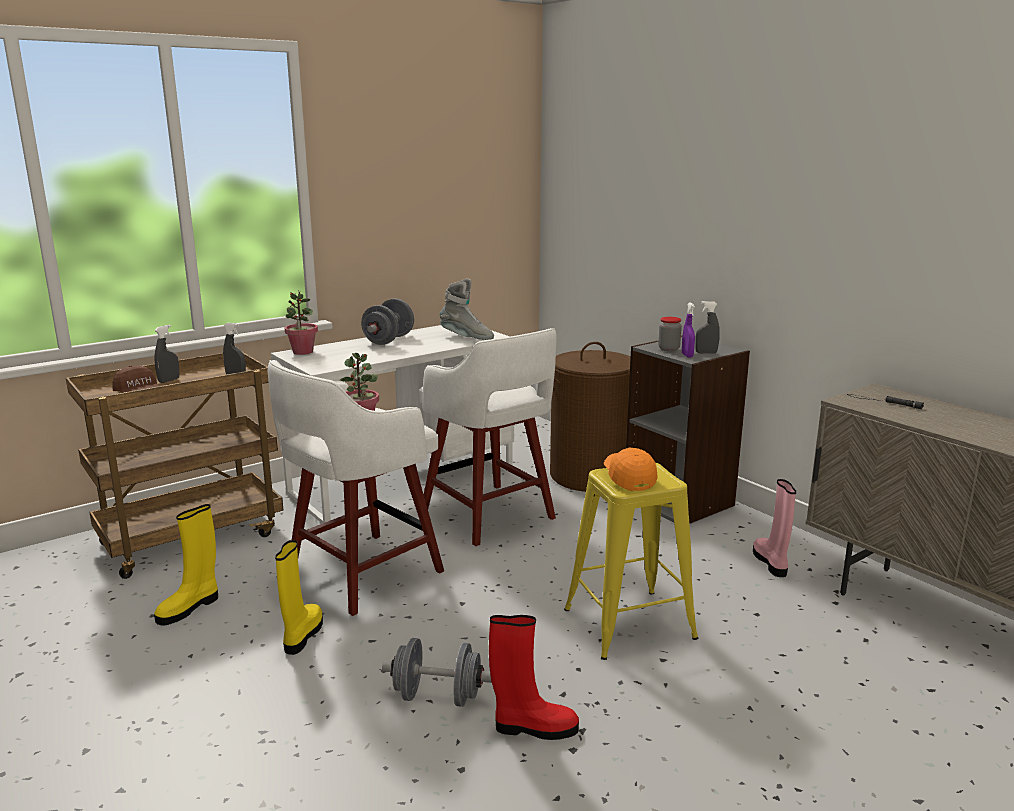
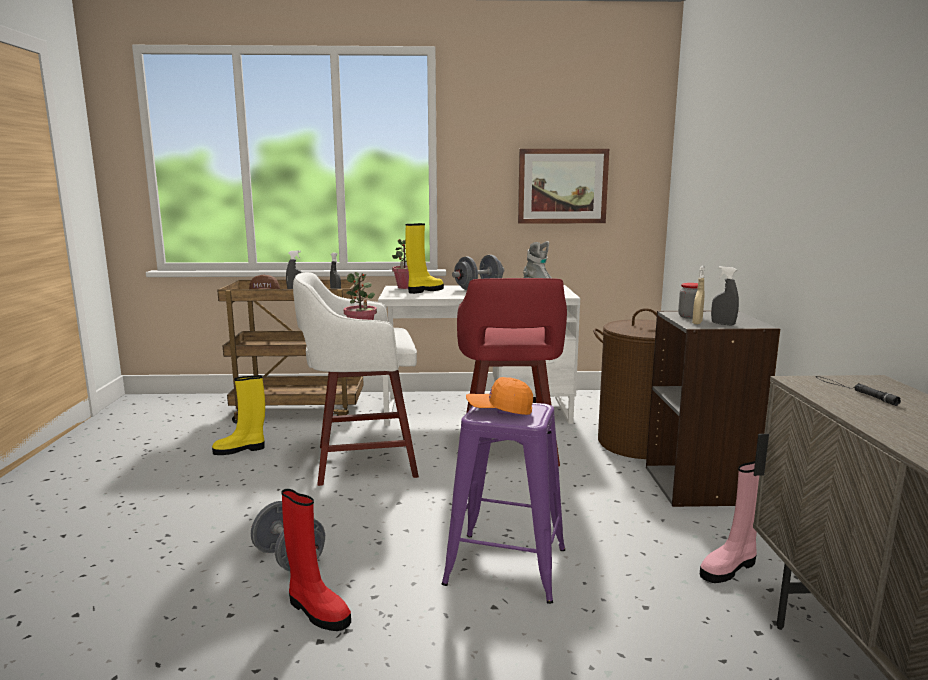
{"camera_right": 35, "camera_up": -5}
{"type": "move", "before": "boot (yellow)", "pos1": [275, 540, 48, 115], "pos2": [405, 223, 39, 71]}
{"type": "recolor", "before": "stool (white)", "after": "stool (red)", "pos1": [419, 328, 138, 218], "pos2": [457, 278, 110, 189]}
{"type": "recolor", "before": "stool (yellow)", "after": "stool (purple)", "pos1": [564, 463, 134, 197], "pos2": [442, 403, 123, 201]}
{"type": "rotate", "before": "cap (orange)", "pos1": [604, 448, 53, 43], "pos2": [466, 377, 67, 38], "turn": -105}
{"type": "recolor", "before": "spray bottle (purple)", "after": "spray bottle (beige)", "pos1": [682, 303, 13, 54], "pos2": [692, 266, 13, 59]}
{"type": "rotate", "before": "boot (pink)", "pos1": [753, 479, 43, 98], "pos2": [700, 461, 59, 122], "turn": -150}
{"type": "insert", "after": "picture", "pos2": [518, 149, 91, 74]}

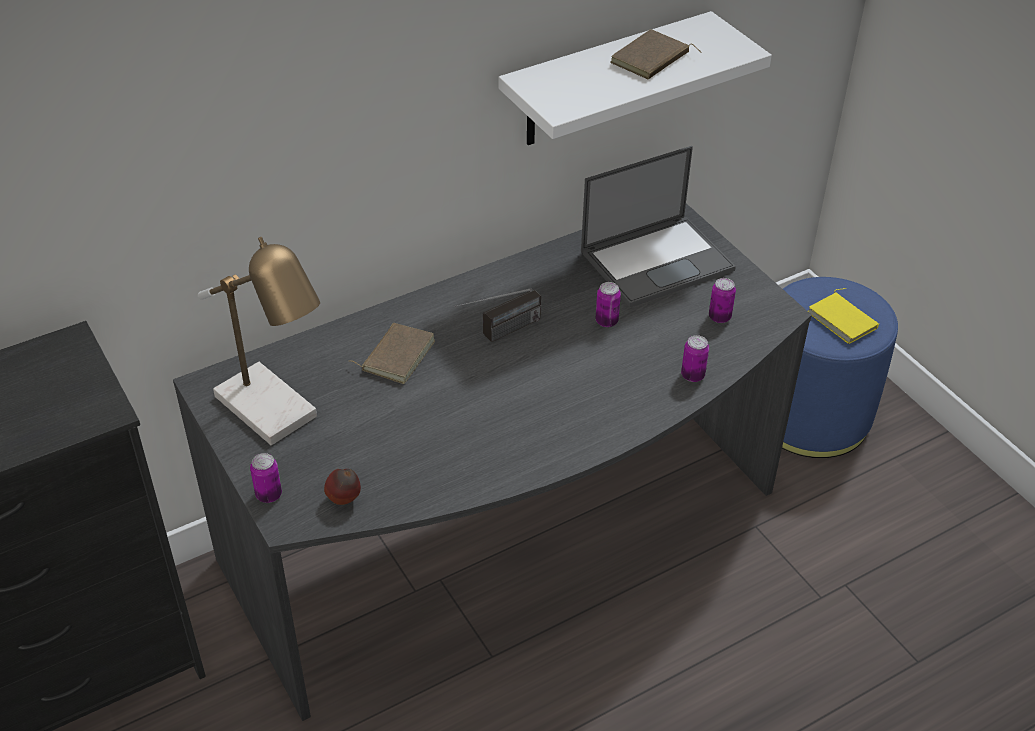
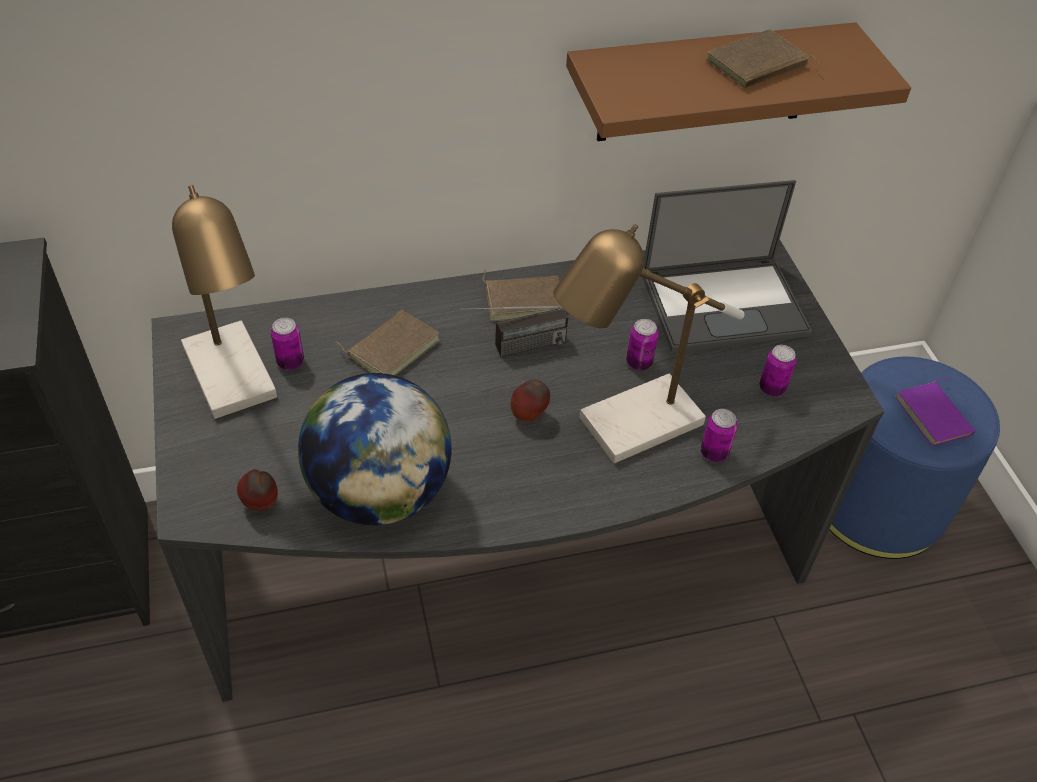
{"camera_right": 15, "camera_up": 5}
{"type": "move", "before": "can", "pos1": [250, 453, 32, 50], "pos2": [271, 318, 33, 52]}
{"type": "recolor", "before": "shelf (white)", "after": "shelf (brown)", "pos1": [498, 11, 274, 134], "pos2": [566, 22, 345, 119]}
{"type": "recolor", "before": "book (yellow)", "after": "book (purple)", "pos1": [808, 288, 71, 56], "pos2": [895, 378, 81, 68]}
{"type": "insert", "after": "globe", "pos2": [298, 373, 154, 152]}
{"type": "insert", "after": "book (brown)", "pos2": [483, 270, 80, 51]}
{"type": "insert", "after": "apple", "pos2": [511, 379, 39, 43]}
{"type": "insert", "after": "table lamp", "pos2": [553, 224, 191, 239]}

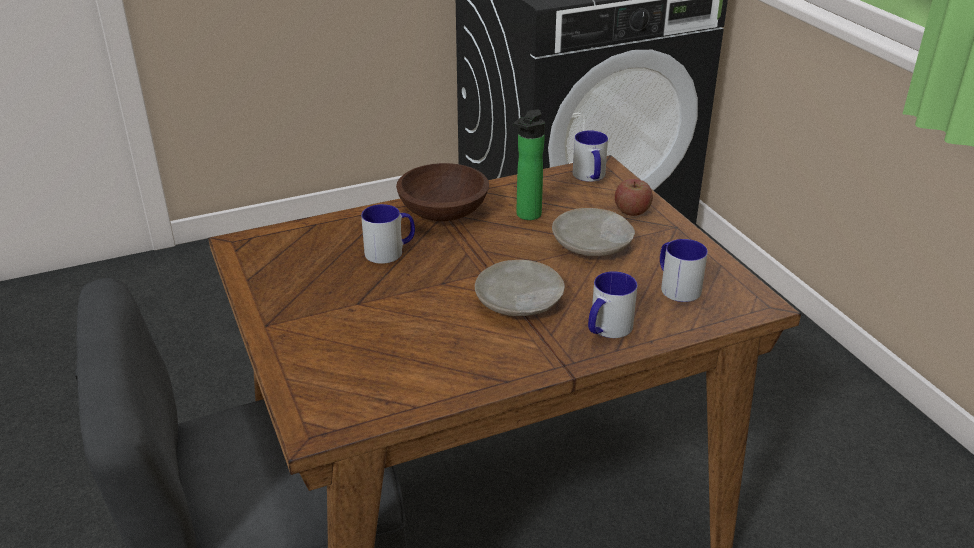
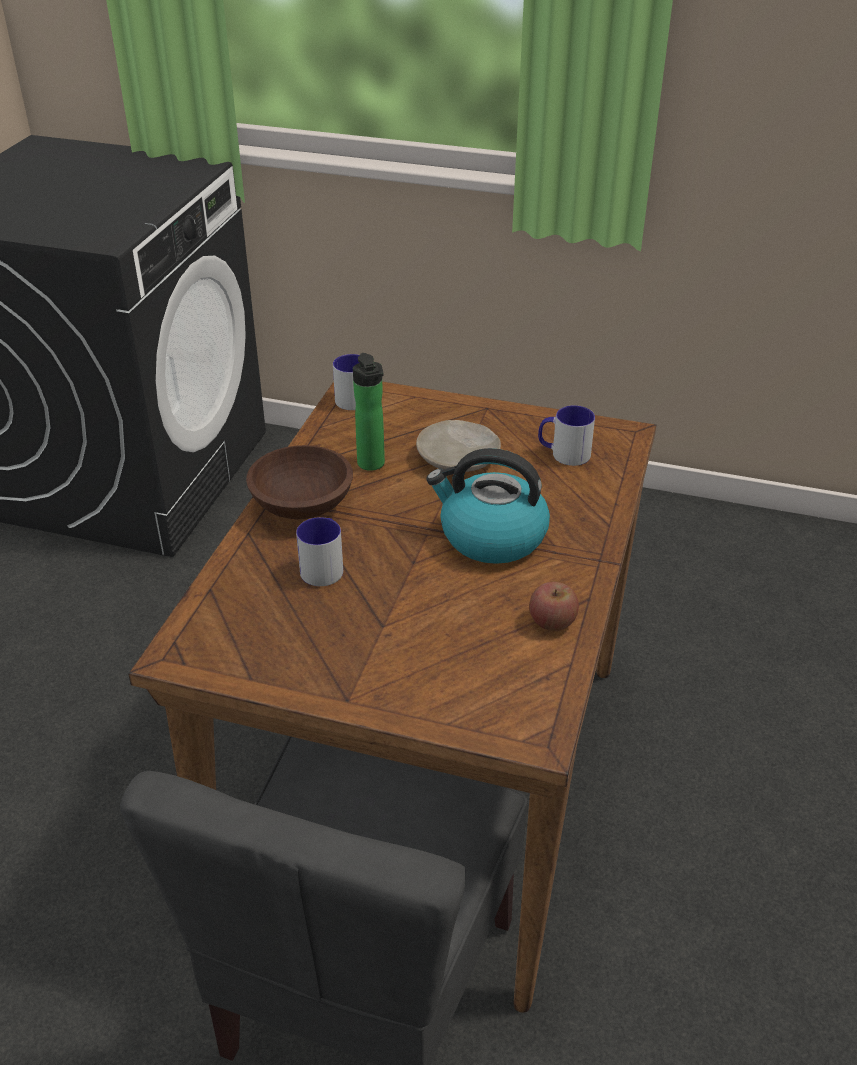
{"camera_right": -50, "camera_up": 5}
{"type": "replace", "before": "plate (beige)", "after": "kettle", "pos1": [475, 260, 90, 56], "pos2": [426, 448, 124, 116]}
{"type": "delete", "before": "mug", "pos1": [588, 271, 49, 67]}
{"type": "move", "before": "apple", "pos1": [615, 179, 38, 37], "pos2": [529, 582, 50, 49]}

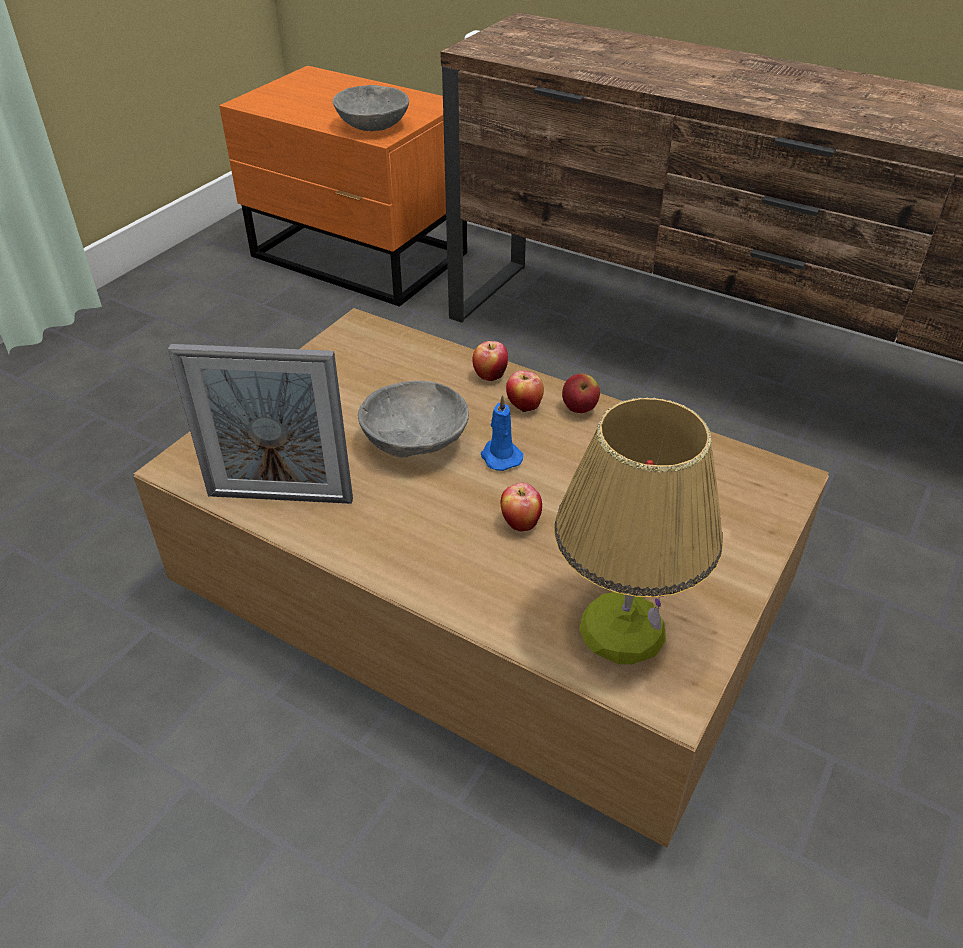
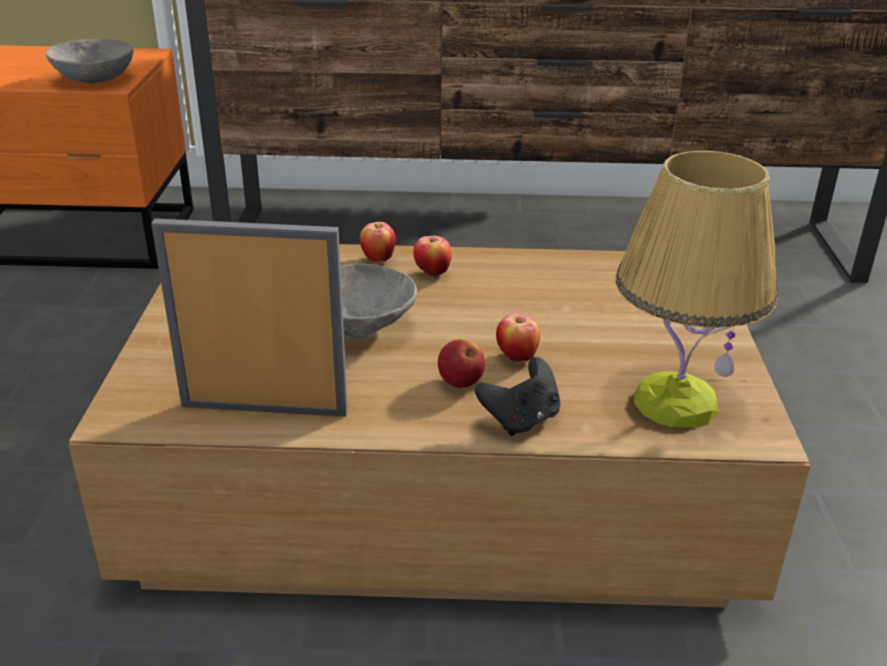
{"camera_right": -30, "camera_up": -10}
{"type": "rotate", "before": "picture frame", "pos1": [168, 344, 185, 160], "pos2": [151, 218, 197, 199], "turn": -150}
{"type": "delete", "before": "candle (blue)", "pos1": [481, 395, 42, 76]}
{"type": "move", "before": "apple", "pos1": [562, 374, 38, 39], "pos2": [438, 339, 47, 49]}
{"type": "insert", "after": "game controller (black)", "pos2": [475, 357, 86, 79]}

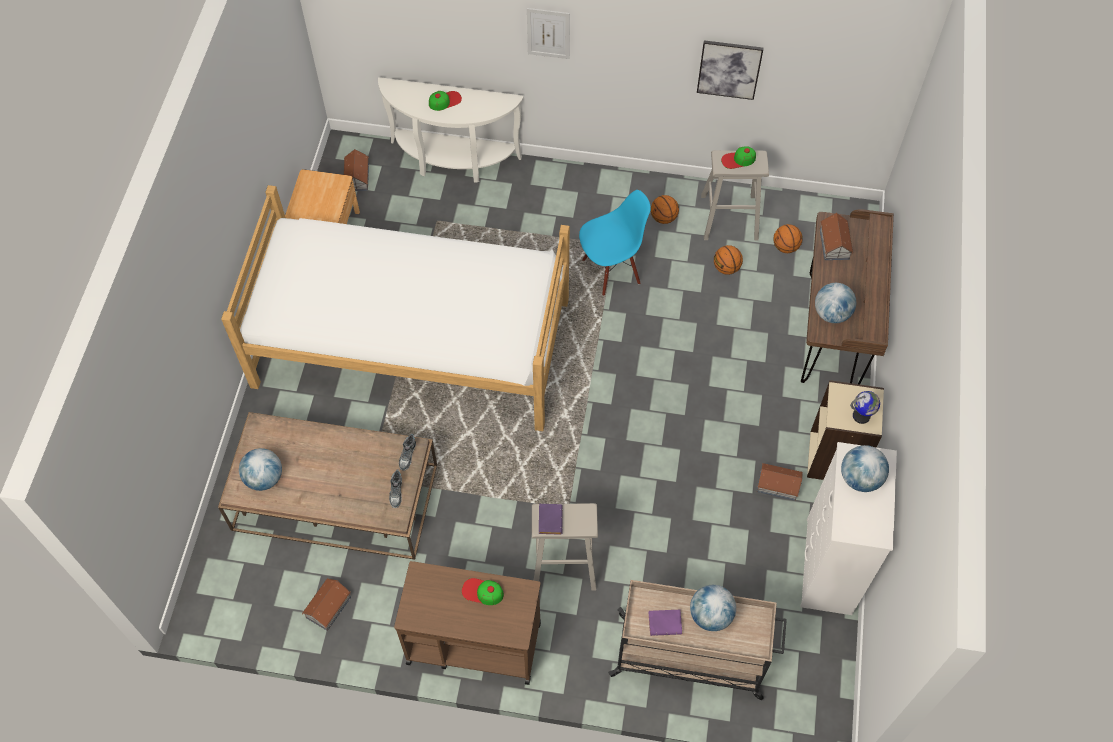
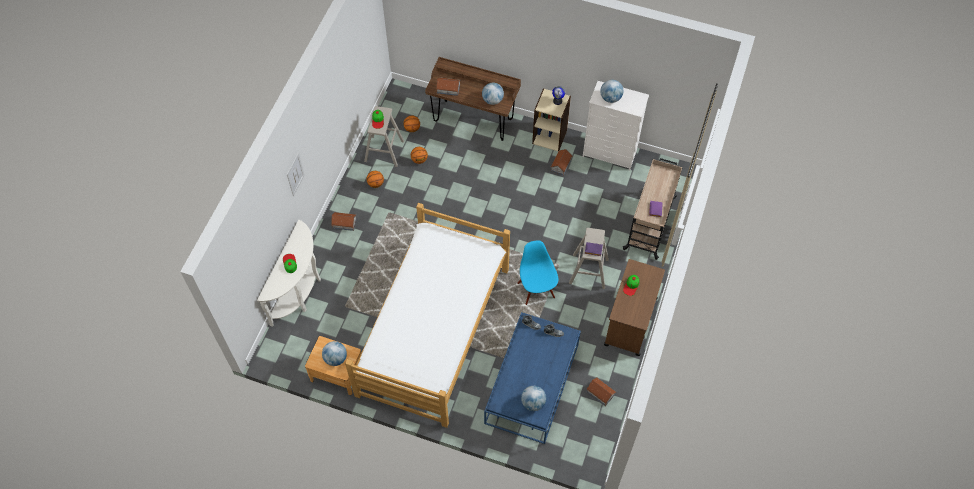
{"camera_right": -80, "camera_up": 0}
{"type": "recolor", "before": "coffee table (brown)", "after": "coffee table (blue)", "pos1": [218, 412, 219, 148], "pos2": [484, 312, 97, 132]}
{"type": "move", "before": "toy house", "pos1": [344, 149, 25, 42], "pos2": [331, 212, 26, 19]}
{"type": "move", "before": "chair (blue)", "pos1": [579, 190, 72, 105], "pos2": [518, 240, 40, 65]}
{"type": "move", "before": "globe", "pos1": [690, 585, 46, 46], "pos2": [322, 341, 25, 25]}
{"type": "delete", "before": "picture", "pos1": [697, 40, 67, 60]}

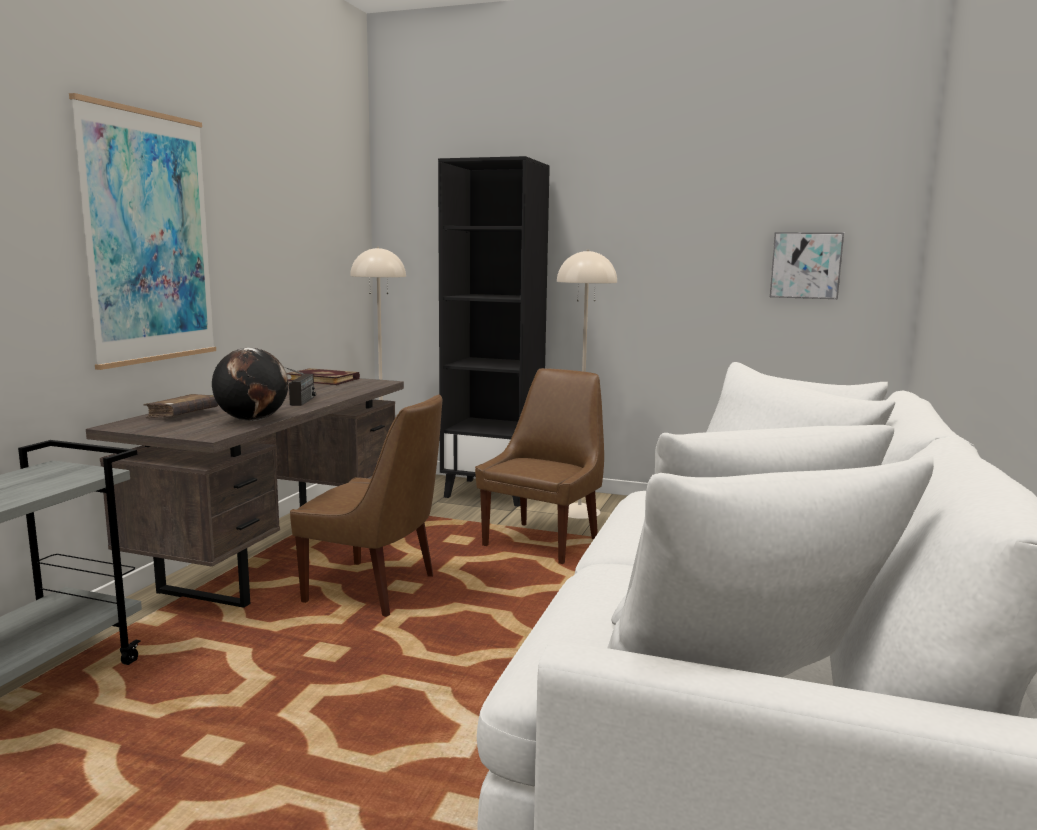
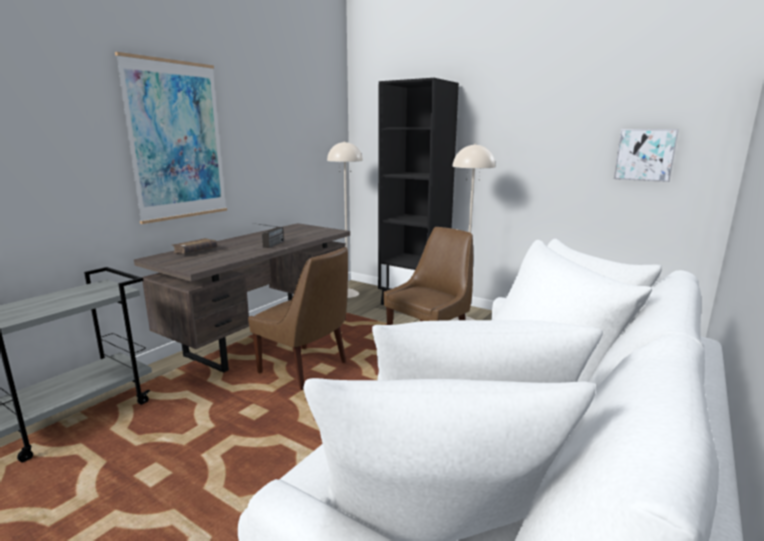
{"camera_right": 15, "camera_up": 5}
{"type": "delete", "before": "globe", "pos1": [212, 348, 76, 73]}
{"type": "delete", "before": "book", "pos1": [287, 368, 73, 17]}

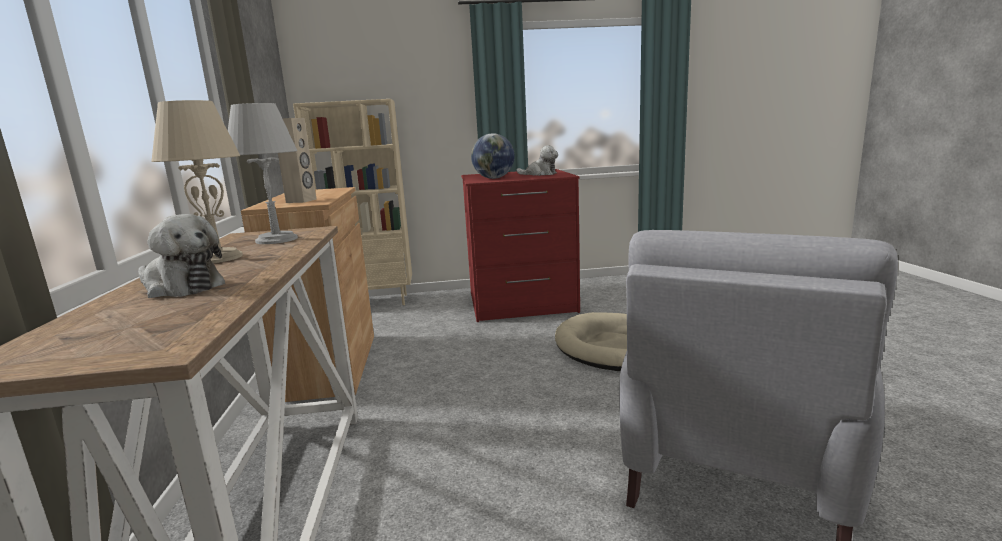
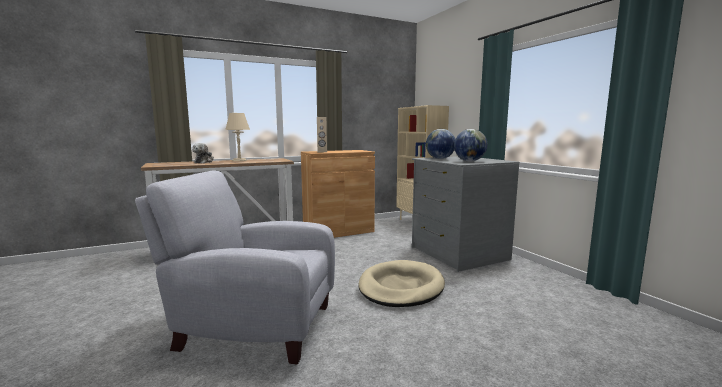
{"camera_right": 70, "camera_up": -5}
{"type": "delete", "before": "table lamp (grey)", "pos1": [228, 103, 70, 141]}
{"type": "recolor", "before": "dresser (red)", "after": "dresser (grey)", "pos1": [461, 169, 119, 153], "pos2": [412, 156, 108, 116]}
{"type": "replace", "before": "plush toy", "after": "globe", "pos1": [517, 145, 41, 31], "pos2": [454, 129, 33, 33]}

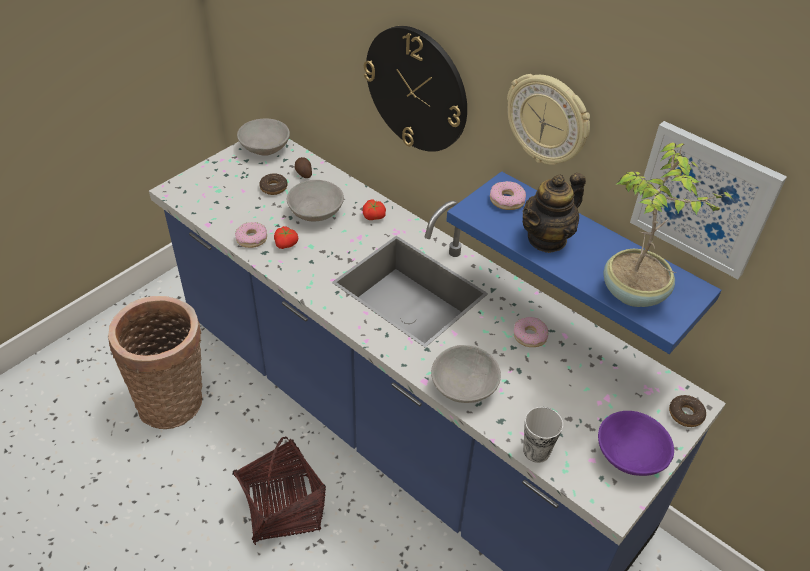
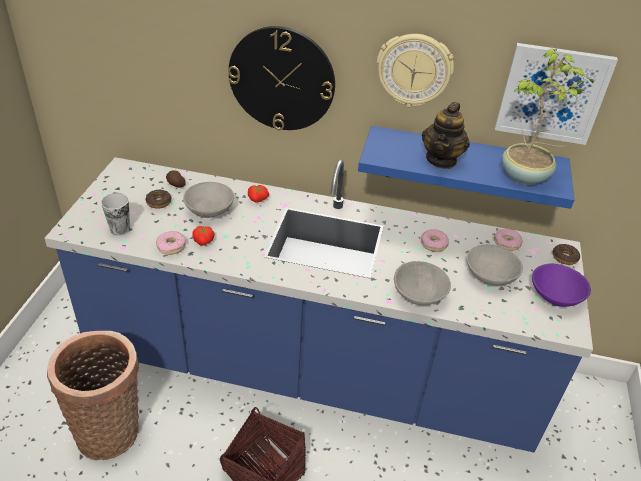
{"camera_right": -30, "camera_up": -5}
{"type": "move", "before": "bowl (grey)", "pos1": [237, 119, 53, 37], "pos2": [467, 244, 56, 41]}
{"type": "move", "before": "donut", "pos1": [490, 181, 36, 29], "pos2": [494, 229, 29, 22]}
{"type": "move", "before": "cup", "pos1": [523, 407, 40, 56], "pos2": [101, 193, 29, 42]}

